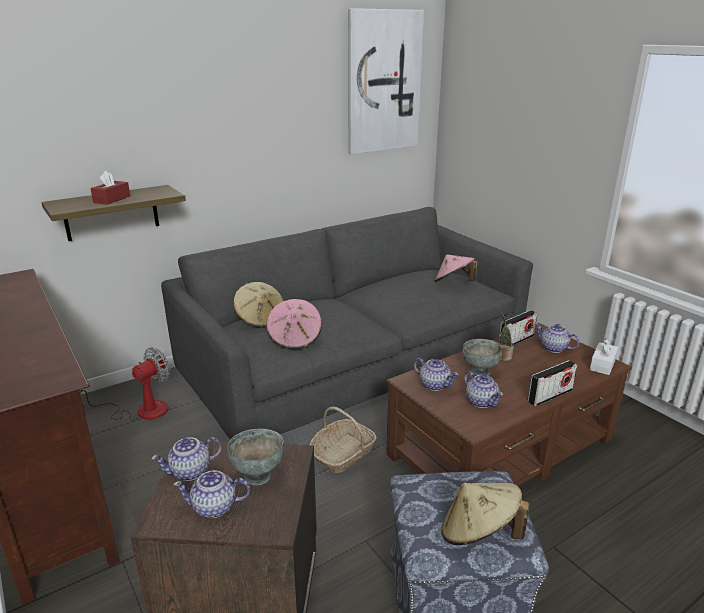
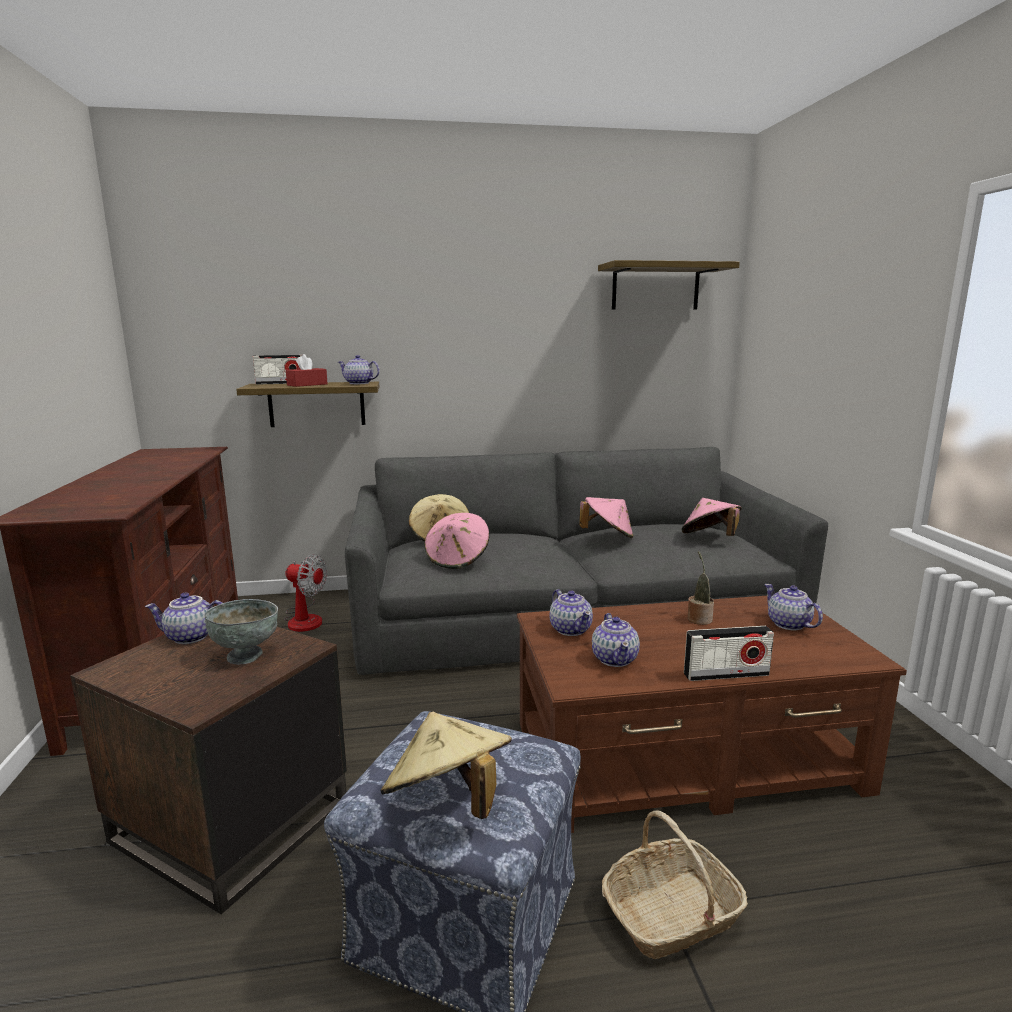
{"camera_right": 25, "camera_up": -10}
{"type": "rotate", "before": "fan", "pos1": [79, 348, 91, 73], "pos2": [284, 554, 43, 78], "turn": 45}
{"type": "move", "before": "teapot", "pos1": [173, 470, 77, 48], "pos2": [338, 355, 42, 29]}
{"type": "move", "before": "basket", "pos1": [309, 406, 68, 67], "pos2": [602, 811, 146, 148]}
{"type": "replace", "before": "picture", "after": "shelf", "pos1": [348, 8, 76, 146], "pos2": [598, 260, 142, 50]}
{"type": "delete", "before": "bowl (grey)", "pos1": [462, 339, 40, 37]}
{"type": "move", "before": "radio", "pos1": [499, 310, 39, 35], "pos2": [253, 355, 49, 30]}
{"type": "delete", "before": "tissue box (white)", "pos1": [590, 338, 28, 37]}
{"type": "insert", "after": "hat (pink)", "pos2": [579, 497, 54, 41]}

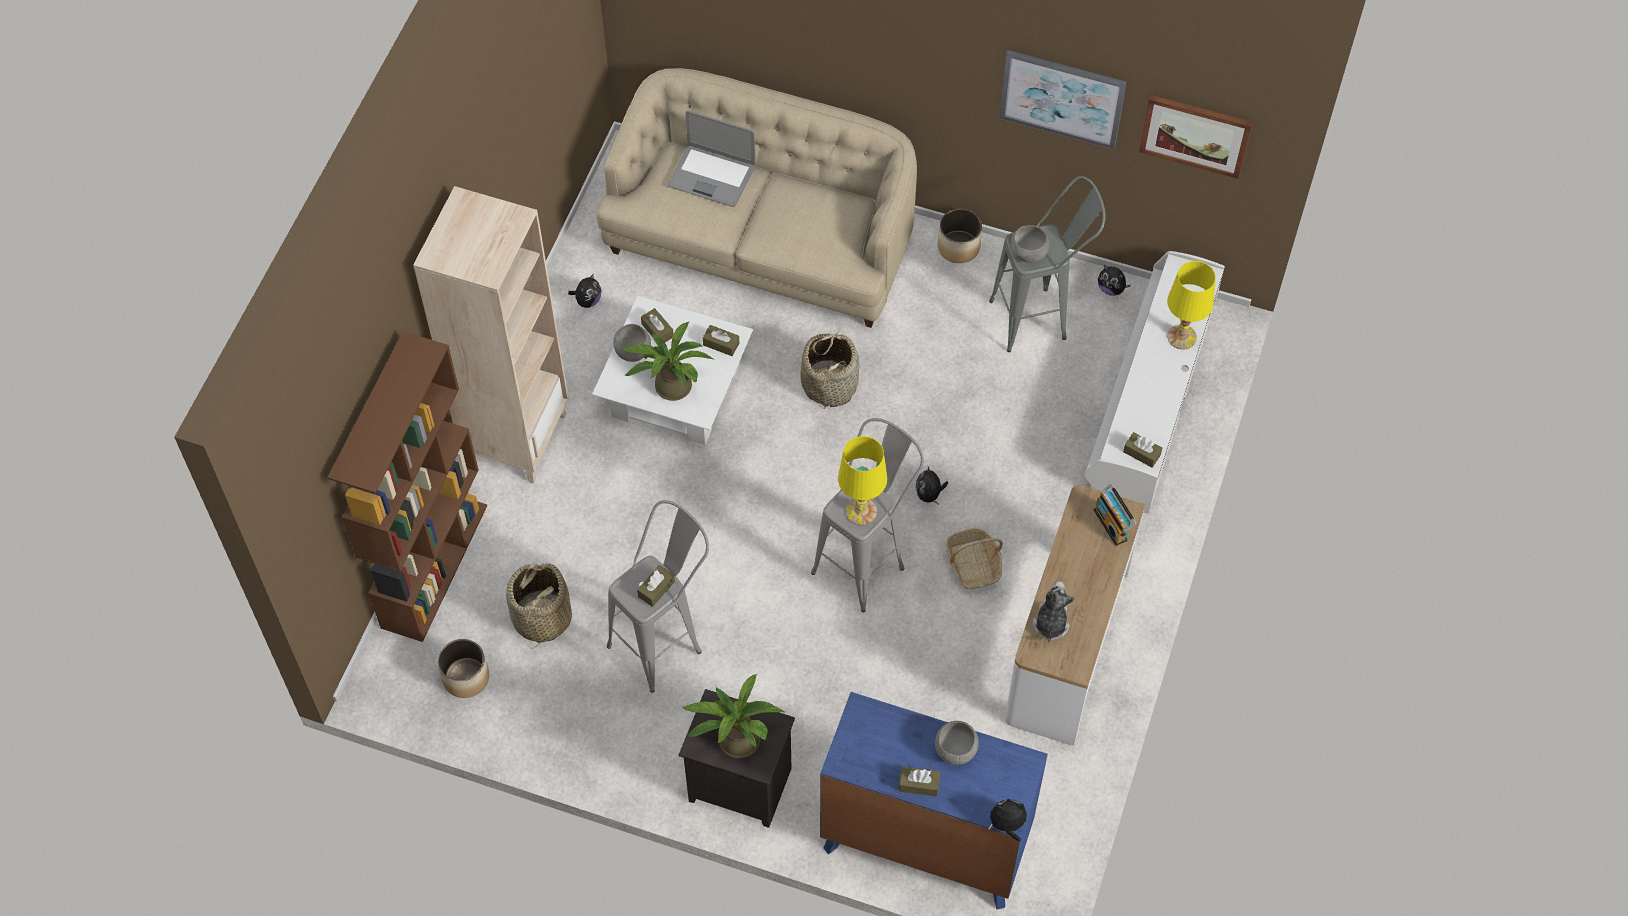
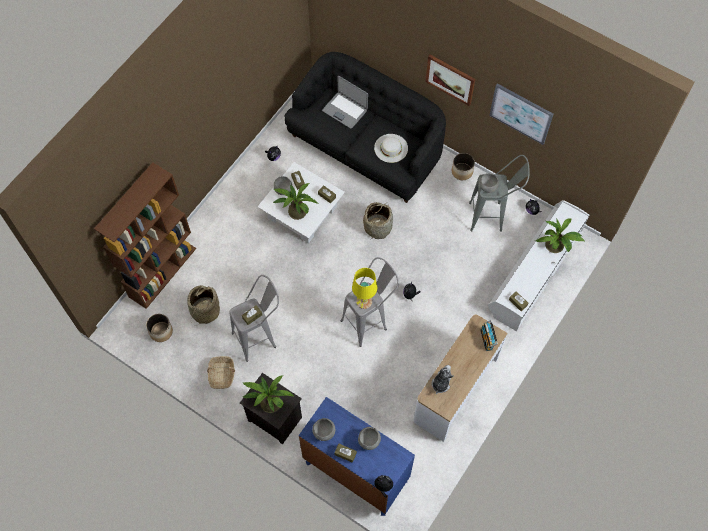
{"camera_right": 15, "camera_up": 5}
{"type": "delete", "before": "bookcase (beige)", "pos1": [413, 186, 156, 298]}
{"type": "recolor", "before": "sofa (beige)", "after": "sofa (black)", "pos1": [596, 68, 321, 260], "pos2": [285, 52, 161, 151]}
{"type": "move", "before": "basket", "pos1": [945, 528, 58, 62], "pos2": [207, 356, 28, 33]}
{"type": "move", "before": "picture", "pos1": [1139, 95, 114, 84], "pos2": [425, 55, 50, 51]}
{"type": "replace", "before": "table lamp (yellow)", "after": "potted plant", "pos1": [1167, 261, 49, 88], "pos2": [535, 218, 49, 35]}
{"type": "insert", "after": "bowl (grey)", "pos2": [312, 418, 23, 23]}
{"type": "insert", "after": "hat (white)", "pos2": [374, 134, 34, 29]}

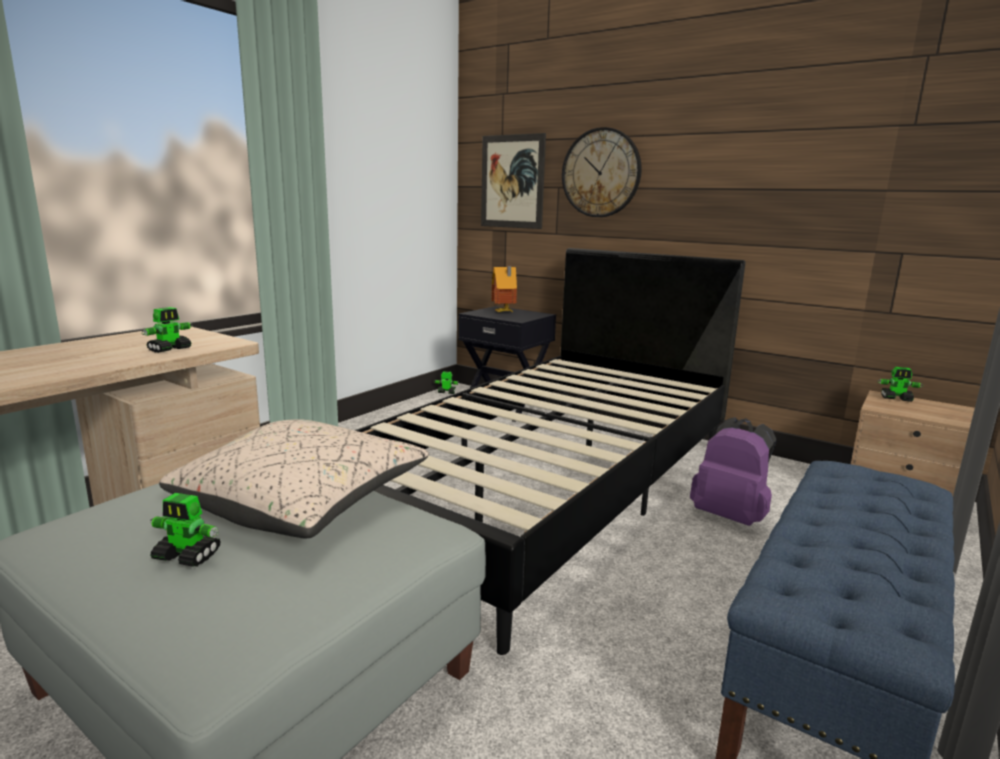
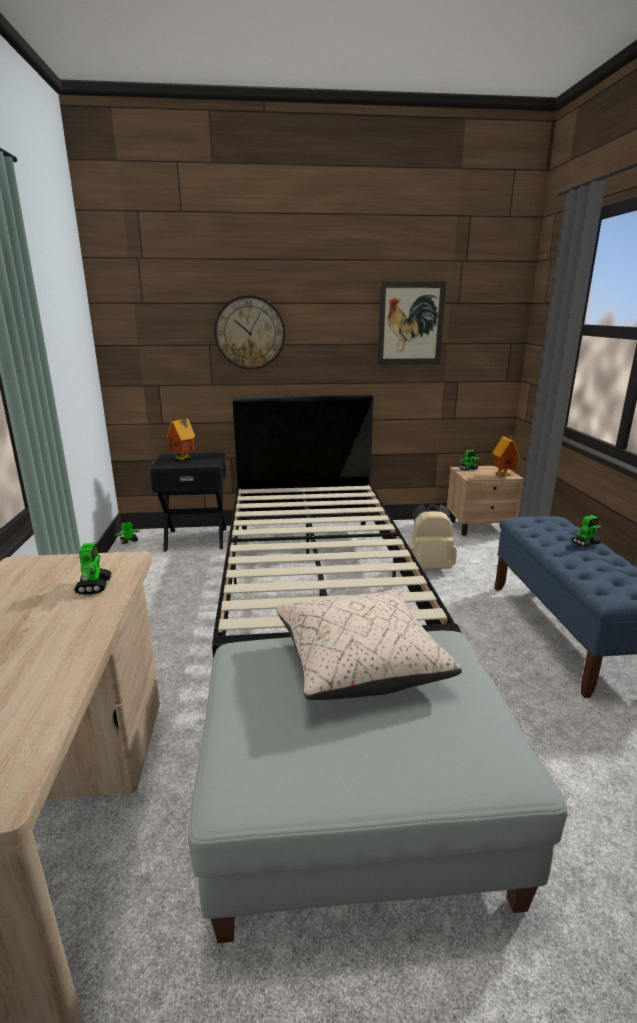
{"camera_right": -40, "camera_up": 5}
{"type": "move", "before": "toy robot", "pos1": [150, 493, 71, 74], "pos2": [571, 515, 30, 32]}
{"type": "move", "before": "picture", "pos1": [481, 133, 65, 96], "pos2": [377, 281, 69, 84]}
{"type": "recolor", "before": "backpack (purple)", "after": "backpack (beige)", "pos1": [690, 417, 87, 109], "pos2": [408, 504, 49, 65]}
{"type": "insert", "after": "toy house", "pos2": [493, 436, 27, 41]}

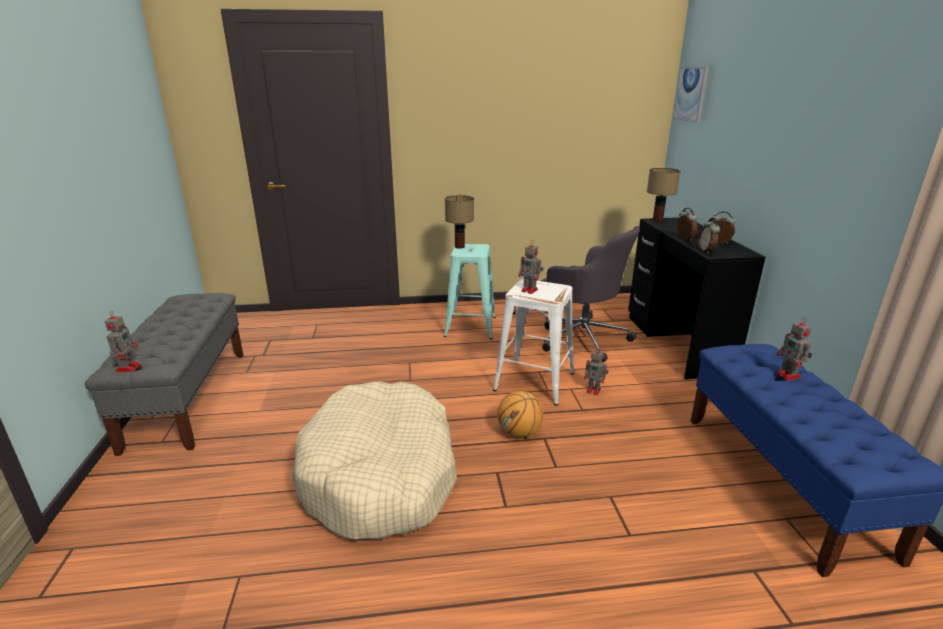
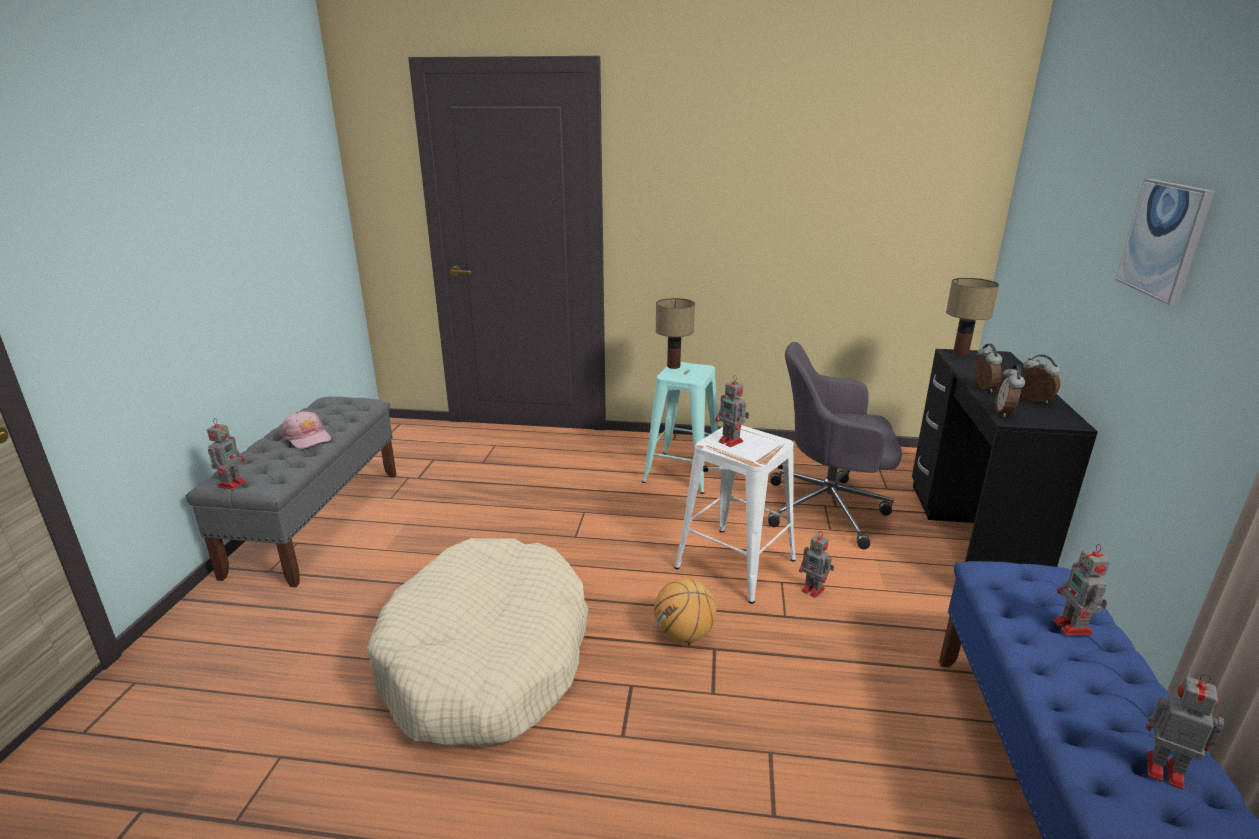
{"camera_right": 15, "camera_up": 0}
{"type": "rotate", "before": "office chair (grey)", "pos1": [542, 226, 98, 136], "pos2": [768, 342, 134, 207], "turn": 135}
{"type": "move", "before": "picture", "pos1": [673, 67, 36, 56], "pos2": [1116, 179, 99, 126]}
{"type": "insert", "after": "cap (pink)", "pos2": [281, 411, 50, 38]}
{"type": "insert", "after": "toy robot", "pos2": [1146, 674, 78, 116]}

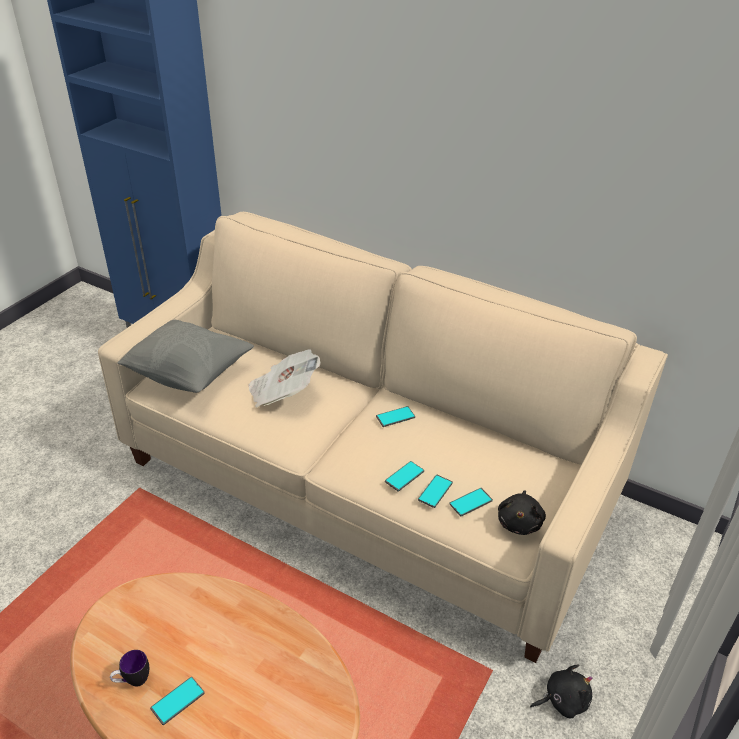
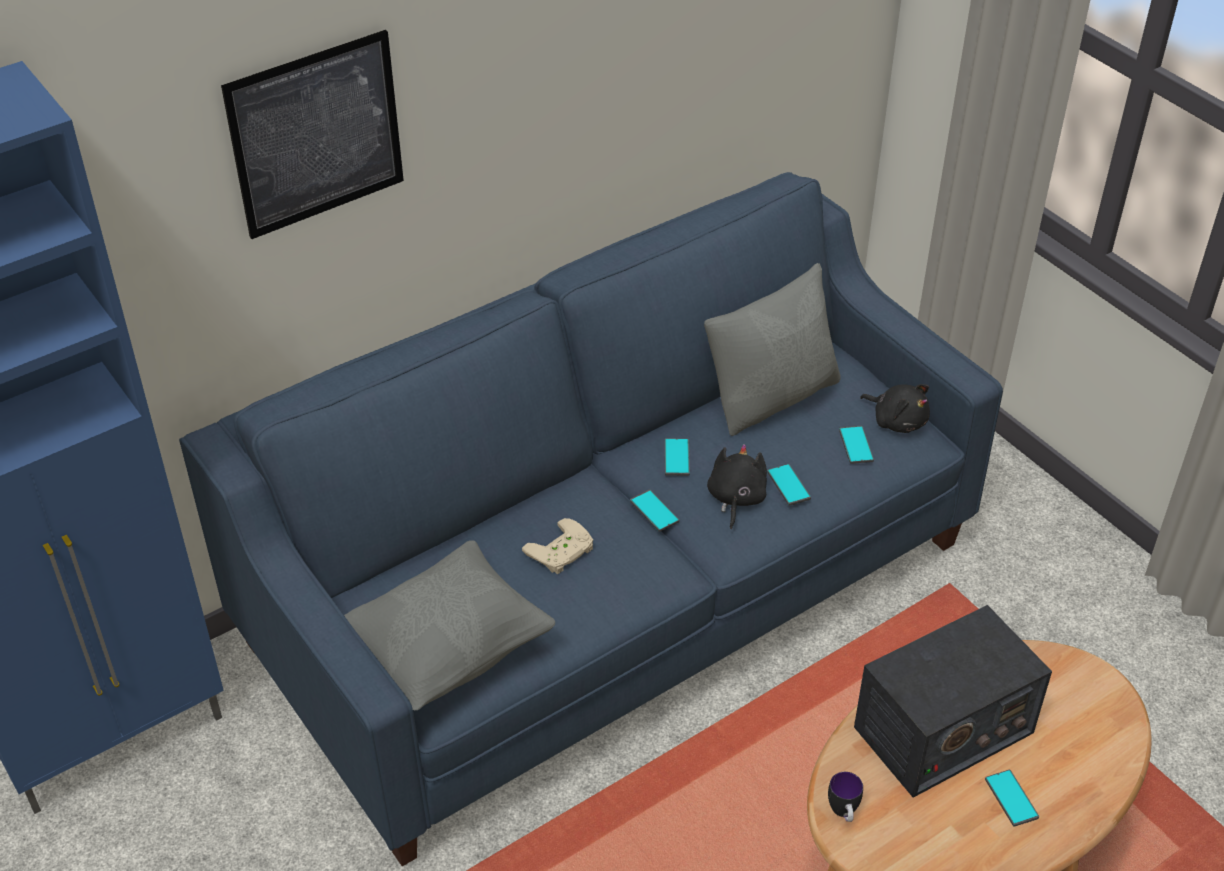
{"camera_right": -65, "camera_up": 5}
{"type": "recolor", "before": "sofa (beige)", "after": "sofa (blue)", "pos1": [98, 212, 570, 451], "pos2": [179, 172, 824, 694]}
{"type": "move", "before": "mug", "pos1": [110, 650, 39, 37], "pos2": [828, 772, 35, 50]}
{"type": "replace", "before": "newspaper", "after": "game controller (beige)", "pos1": [248, 349, 73, 59], "pos2": [522, 518, 71, 56]}
{"type": "move", "before": "phone", "pos1": [418, 475, 35, 33], "pos2": [630, 489, 49, 43]}
{"type": "move", "before": "plush toy (black)", "pos1": [530, 664, 63, 54], "pos2": [707, 444, 60, 85]}
{"type": "insert", "after": "picture", "pos2": [221, 30, 183, 209]}
{"type": "insert", "after": "pillow (grey)", "pos2": [704, 263, 137, 173]}
{"type": "insert", "after": "radio", "pos2": [854, 605, 198, 193]}

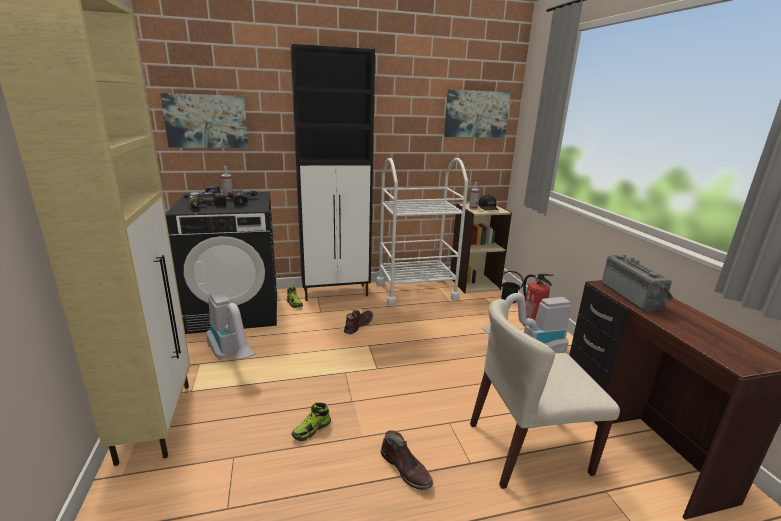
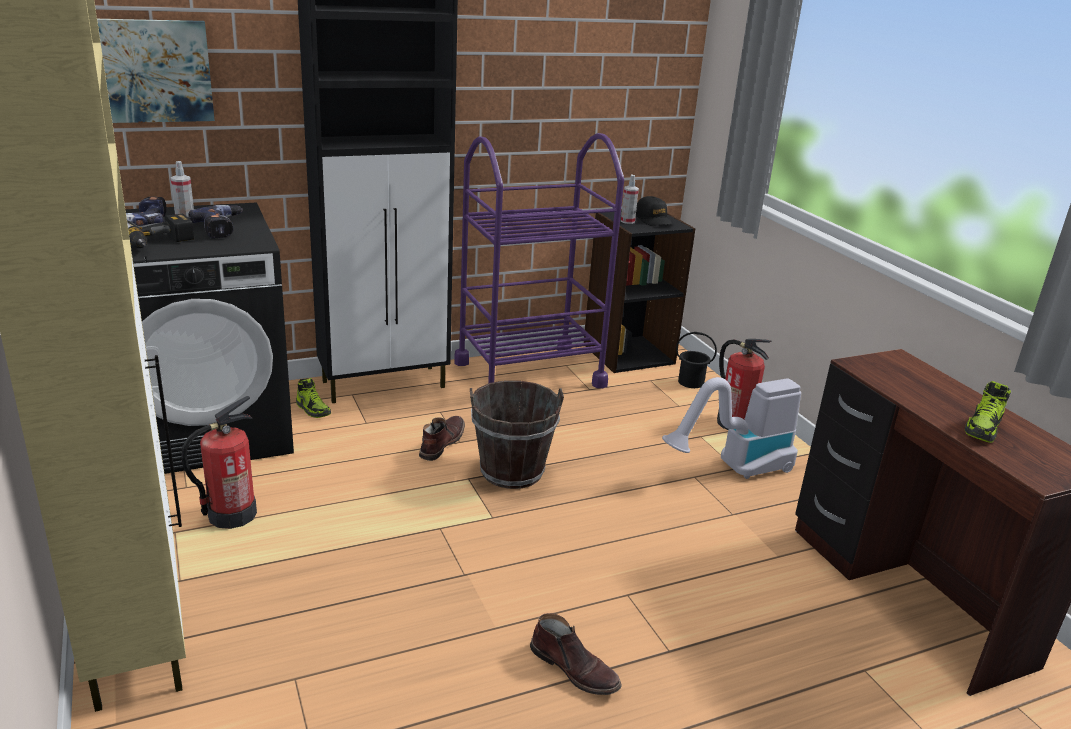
{"camera_right": -10, "camera_up": 5}
{"type": "replace", "before": "vacuum cleaner", "after": "fire extinguisher", "pos1": [206, 291, 50, 69], "pos2": [181, 396, 76, 133]}
{"type": "move", "before": "shoe", "pos1": [292, 403, 39, 39], "pos2": [965, 381, 46, 62]}
{"type": "recolor", "before": "cart (white)", "after": "cart (purple)", "pos1": [376, 158, 92, 148], "pos2": [454, 133, 170, 255]}
{"type": "delete", "before": "picture", "pos1": [444, 90, 67, 48]}
{"type": "recolor", "before": "bookcase (beige)", "after": "bookcase (black)", "pos1": [450, 204, 62, 89], "pos2": [583, 210, 113, 163]}
{"type": "delete", "before": "chair (beige)", "pos1": [470, 299, 150, 190]}
{"type": "delete", "before": "radio", "pos1": [602, 255, 72, 57]}
{"type": "insert", "after": "bucket (brown)", "pos2": [470, 380, 94, 109]}

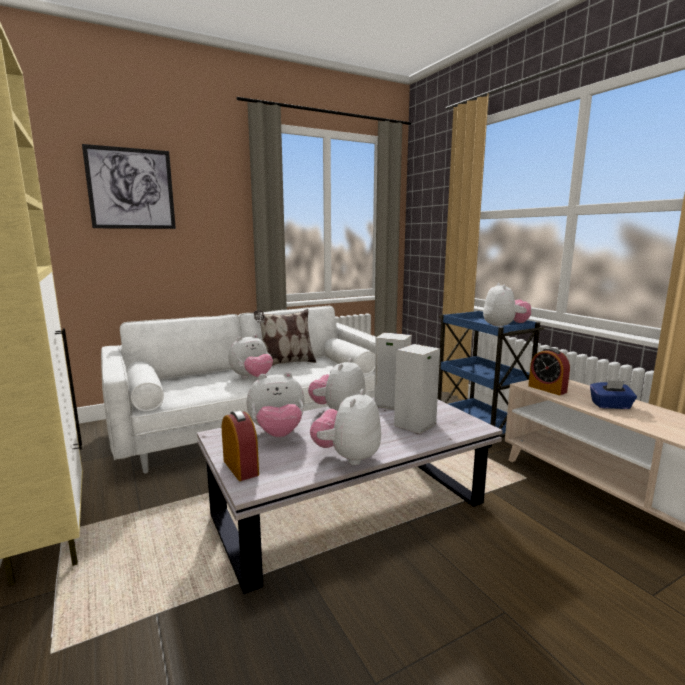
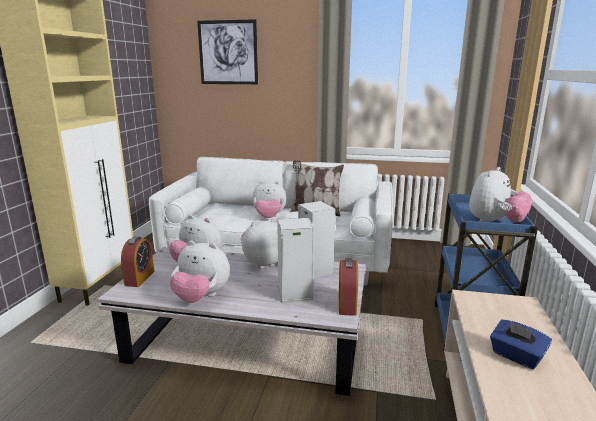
{"camera_right": 40, "camera_up": 5}
{"type": "rotate", "before": "plush toy", "pos1": [310, 389, 71, 76], "pos2": [170, 241, 60, 62], "turn": -135}
{"type": "move", "before": "alarm clock", "pos1": [528, 348, 42, 47], "pos2": [339, 258, 19, 58]}

